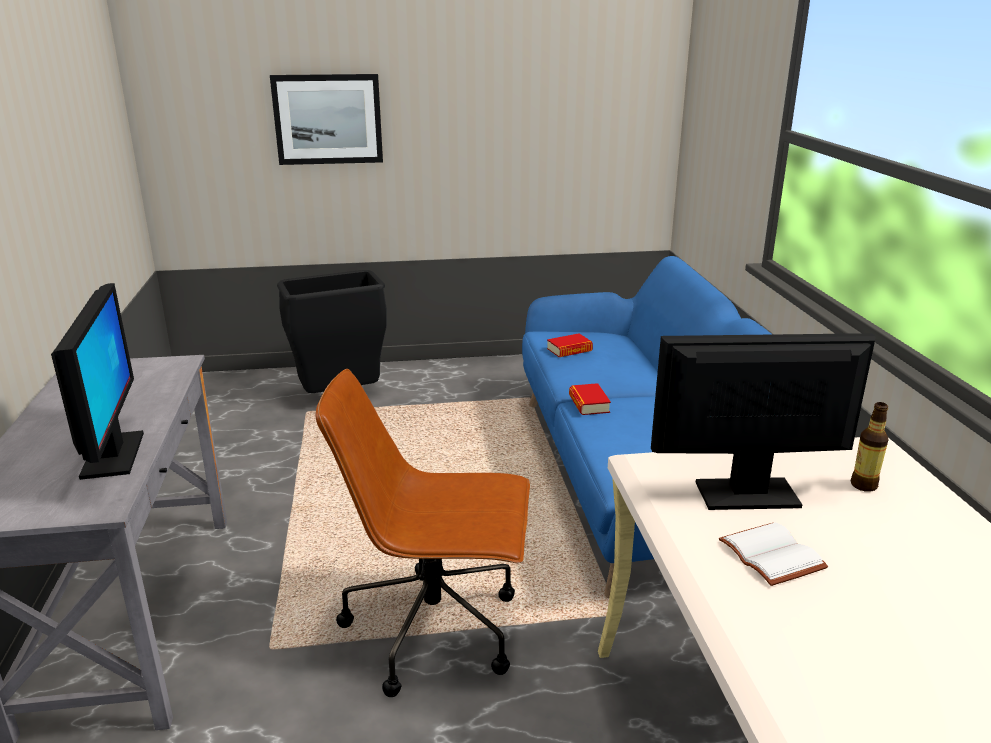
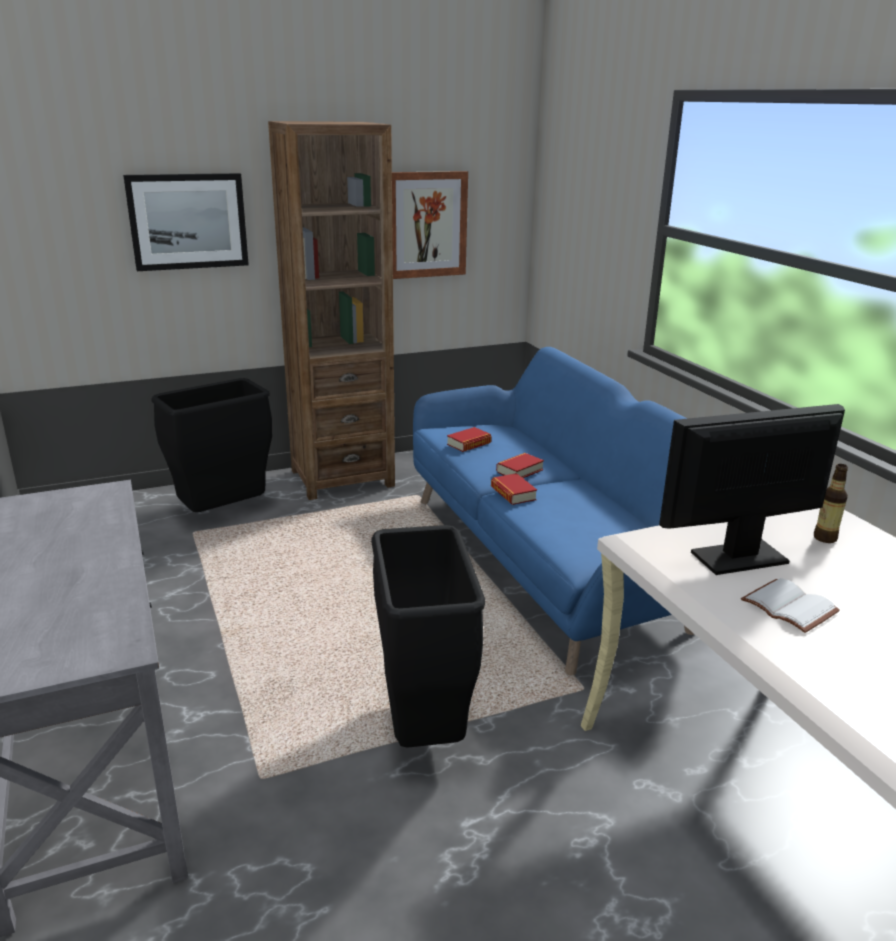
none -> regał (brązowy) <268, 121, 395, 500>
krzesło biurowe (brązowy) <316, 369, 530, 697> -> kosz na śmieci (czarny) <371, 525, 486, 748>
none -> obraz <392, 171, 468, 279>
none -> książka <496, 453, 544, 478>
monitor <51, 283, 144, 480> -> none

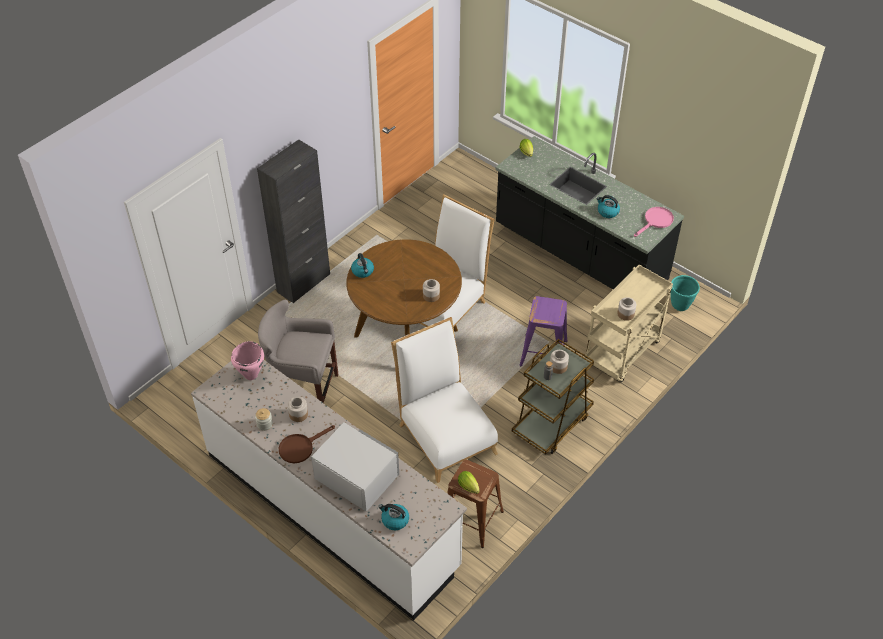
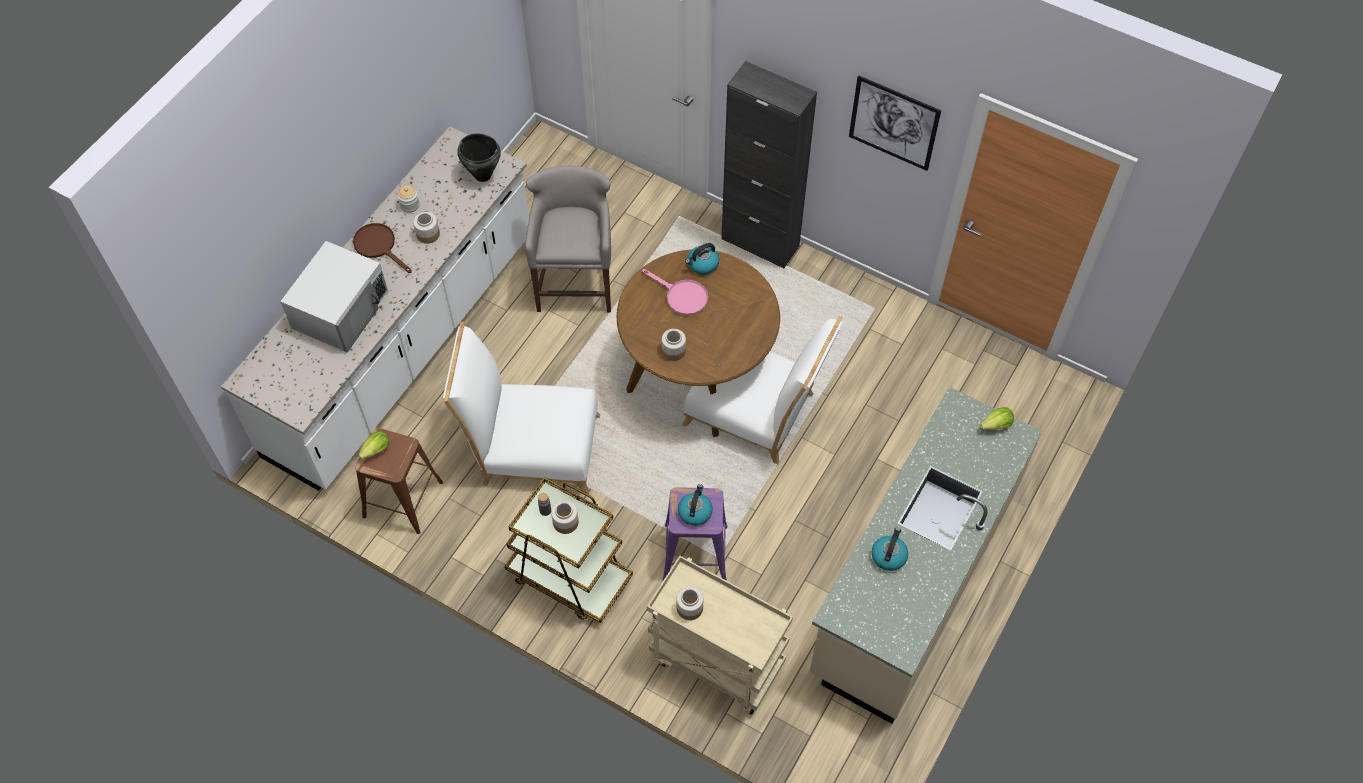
krzesło (biały) <391, 317, 498, 483> -> krzesło (biały) <443, 322, 600, 494>, 135 degrees counterclockwise
garnek (różowy) <231, 341, 264, 380> -> garnek (czarny) <458, 133, 501, 182>
patelnia (różowy) <634, 207, 674, 237> -> patelnia (różowy) <642, 269, 708, 315>, shifted
czajnik <378, 504, 409, 530> -> czajnik <678, 484, 713, 526>, shifted
zabudowa kuchenna (czarny) <495, 136, 684, 289> -> zabudowa kuchenna (beżowy) <809, 387, 1043, 724>
none -> obraz <849, 75, 941, 171>
donica (turkusowy) <670, 275, 700, 311> -> none

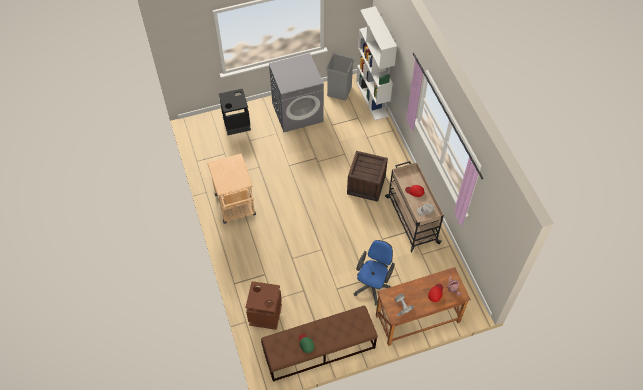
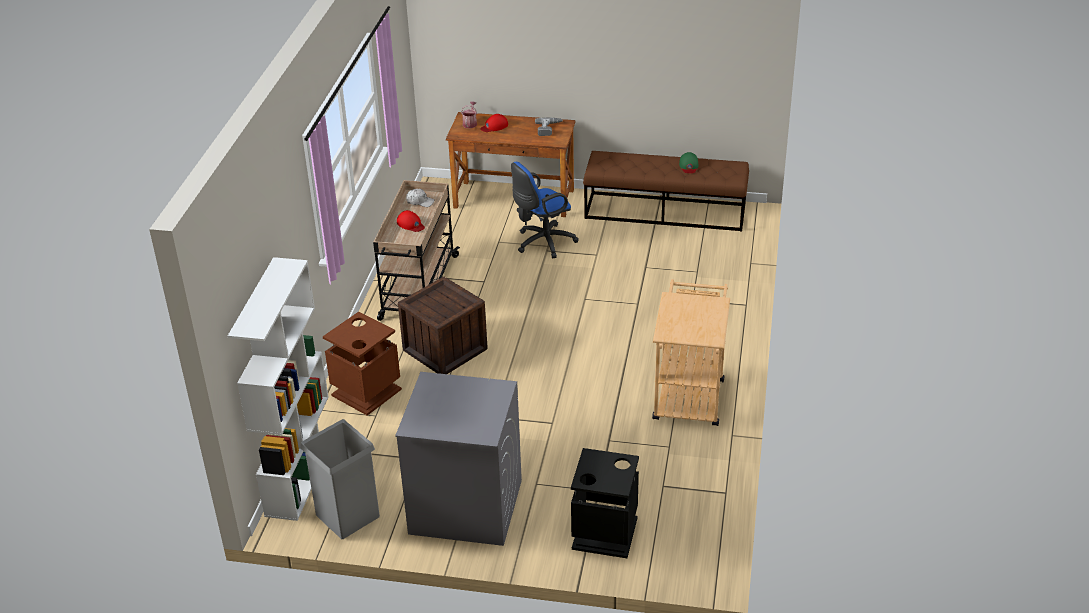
kosz na śmieci (brązowy) <245, 281, 282, 330> -> kosz na śmieci (brązowy) <323, 312, 402, 416>, shifted

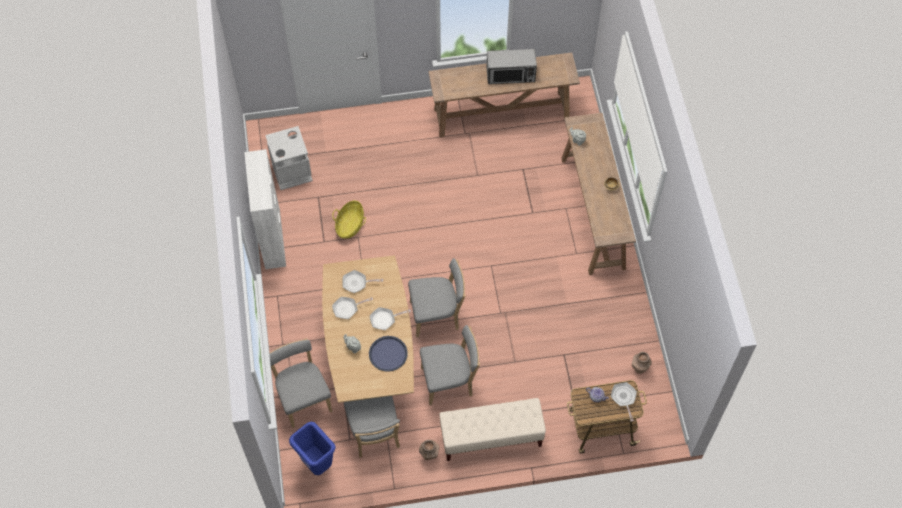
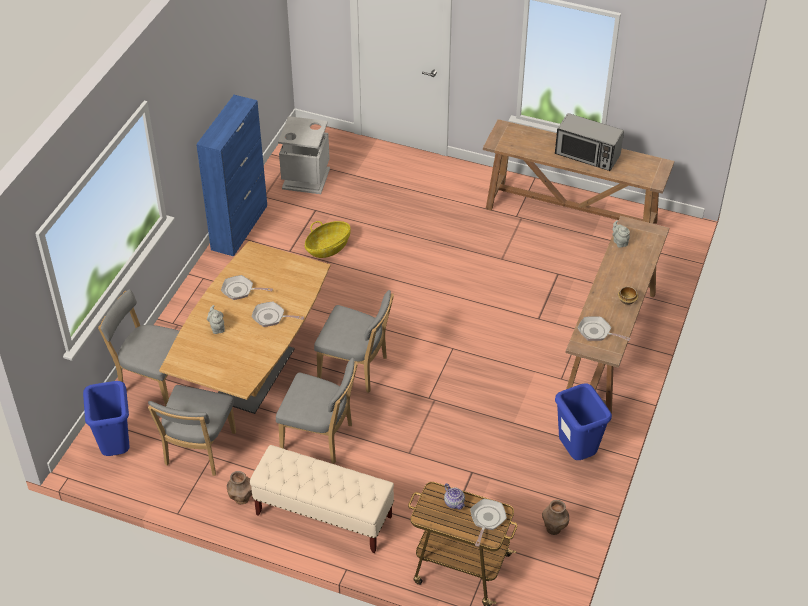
krzesło (szary) <269, 338, 332, 428> -> krzesło (szary) <98, 289, 179, 406>, 75 degrees counterclockwise
szafka (biały) <244, 149, 286, 269> -> szafka (niebieski) <196, 95, 267, 257>
none -> kosz na śmieci (niebieski) <555, 384, 612, 460>
patelnia <342, 270, 383, 293> -> patelnia <578, 316, 631, 341>, shifted
taca (niebieski) <369, 336, 408, 372> -> none

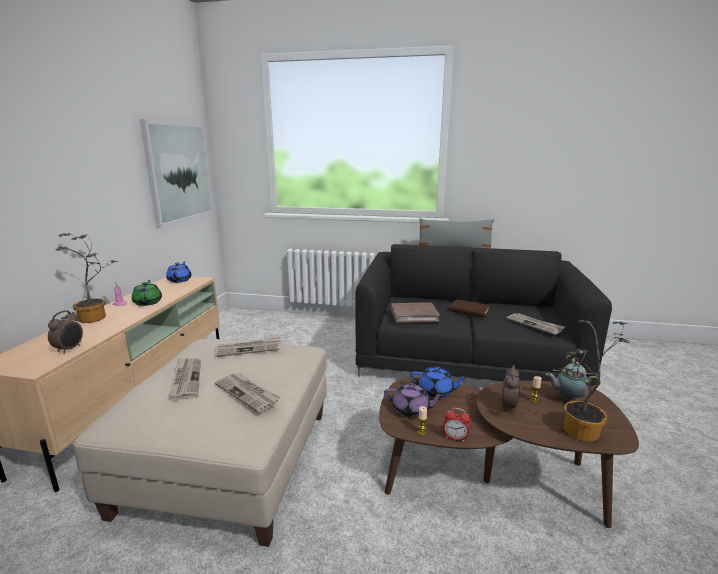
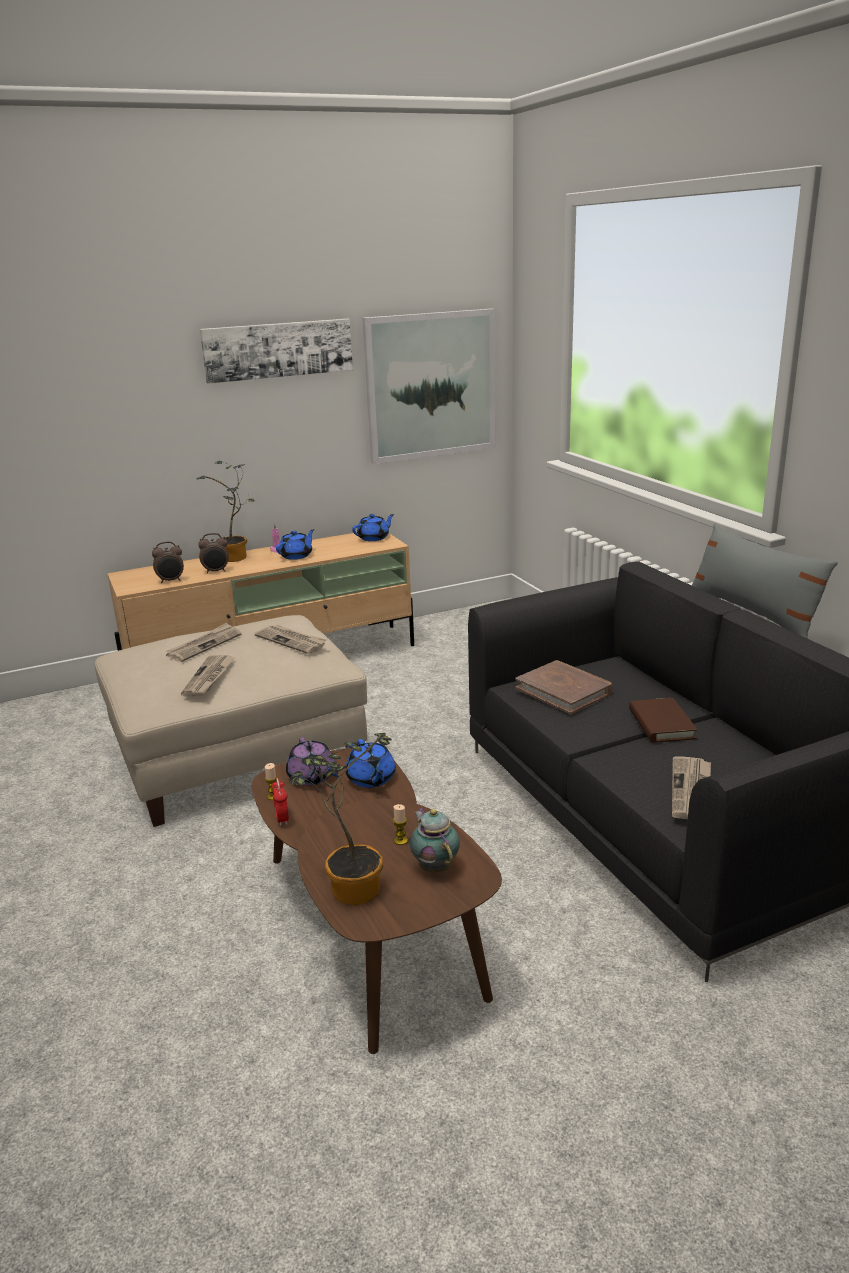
budzik <501, 365, 520, 413> -> budzik <198, 533, 229, 574>, shifted
none -> obraz <200, 319, 353, 384>
imbryk (zielony) <132, 280, 162, 306> -> imbryk (niebieski) <276, 529, 315, 560>

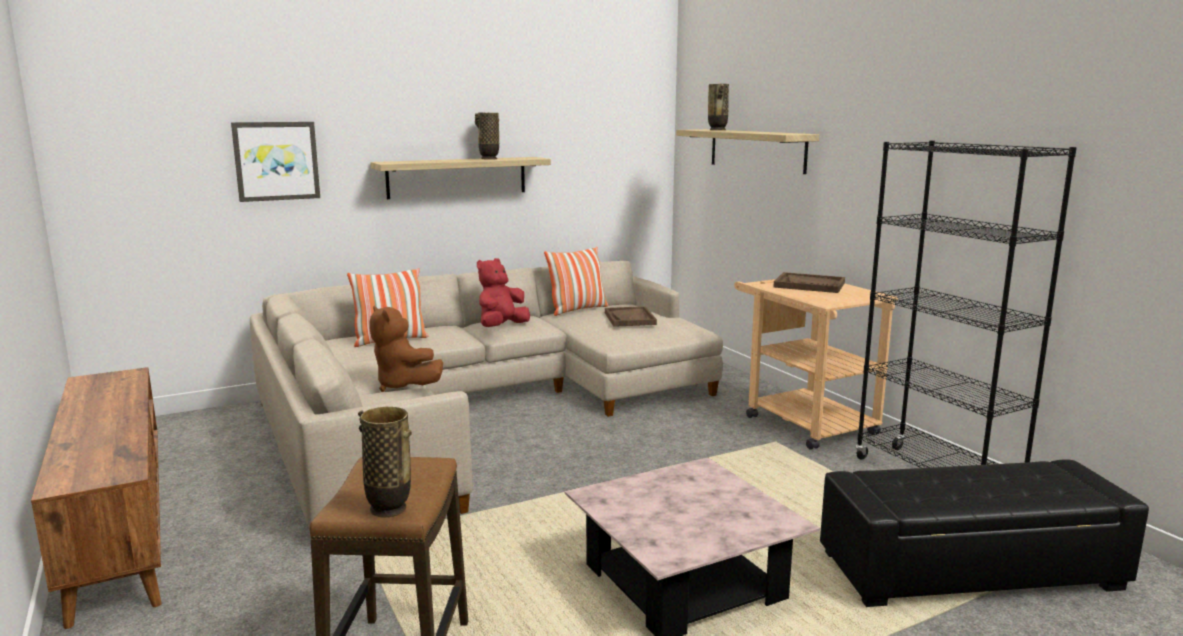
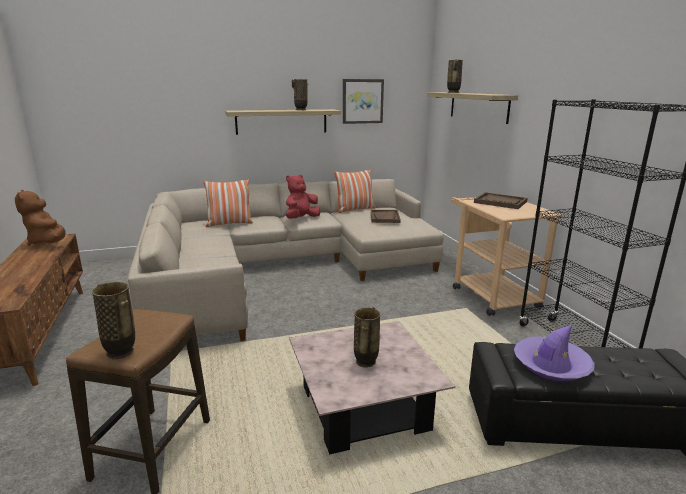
pluszak (brązowy) <369, 306, 443, 392> -> pluszak (brązowy) <15, 190, 66, 246>, shifted
obraz <231, 122, 320, 202> -> obraz <343, 79, 384, 124>, shifted
none -> wazon <354, 307, 380, 368>
none -> kapelusz (fioletowy) <514, 325, 595, 381>

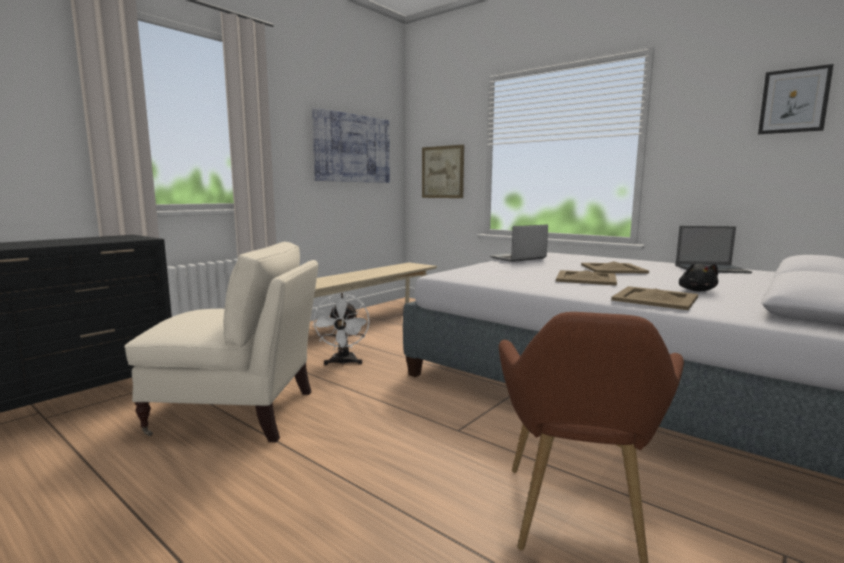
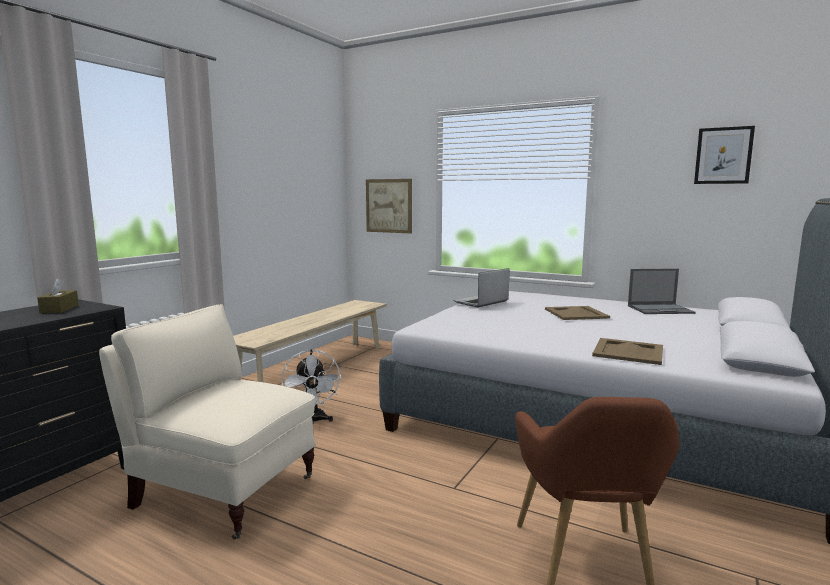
none -> pudełko chusteczek (brązowy) <37, 278, 79, 314>
fotel (beżowy) <124, 242, 318, 442> -> fotel (beżowy) <99, 304, 315, 540>, 150 degrees counterclockwise
obraz <312, 108, 390, 183> -> none
taca (beżowy) <556, 270, 617, 286> -> none
pluszak (czarny) <679, 263, 718, 292> -> none

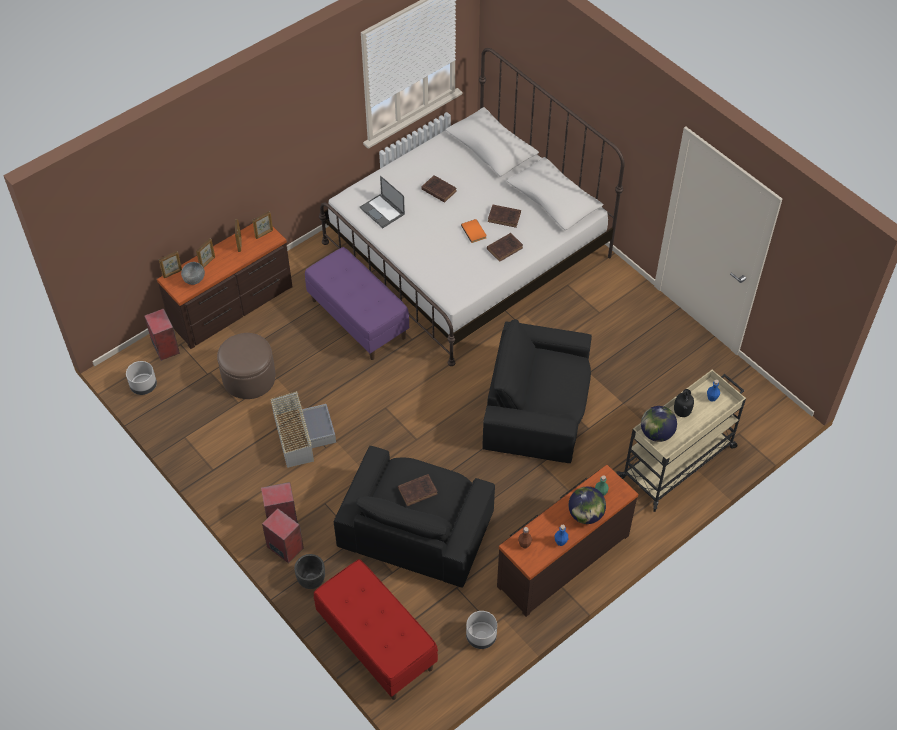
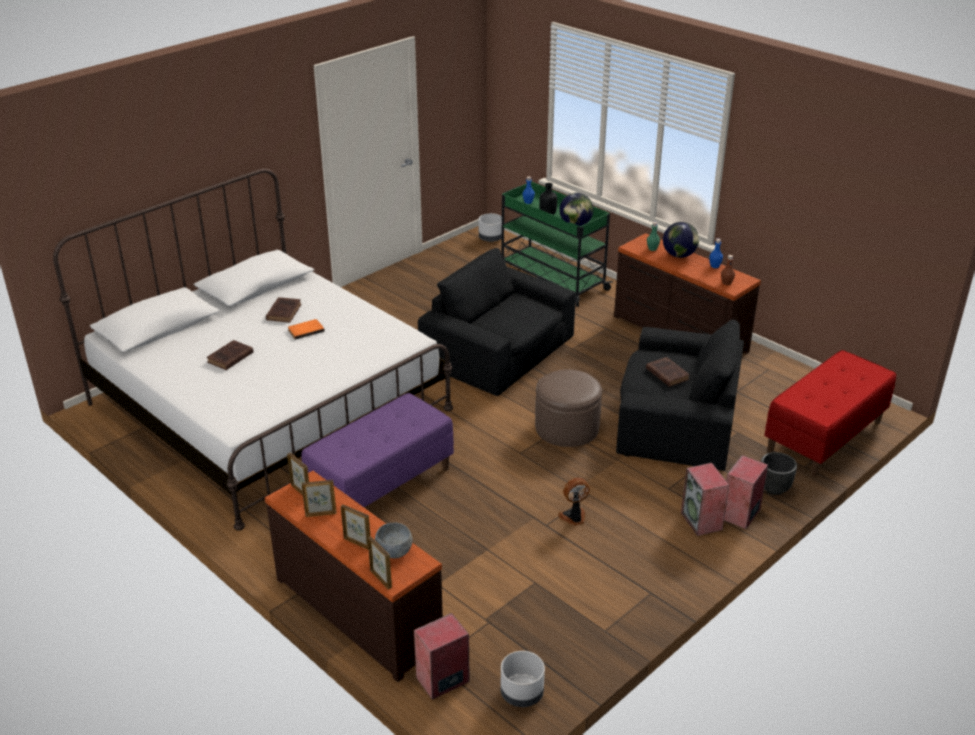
fotel (czarny) <482, 319, 592, 463> -> fotel (czarny) <418, 248, 576, 396>, 120 degrees clockwise
donica (szary) <466, 611, 497, 649> -> donica (szary) <479, 213, 502, 242>, shifted
wózek (beżowy) <616, 370, 746, 512> -> wózek (zielony) <501, 181, 613, 307>
pufa (brązowy) <217, 333, 275, 399> -> pufa (brązowy) <535, 370, 602, 447>, shifted
pojemnik do przechowywania (szary) <270, 391, 336, 468> -> wentylator <558, 478, 590, 526>
laptop <360, 176, 405, 228> -> none
książka (brązowy) <487, 233, 523, 262> -> none

